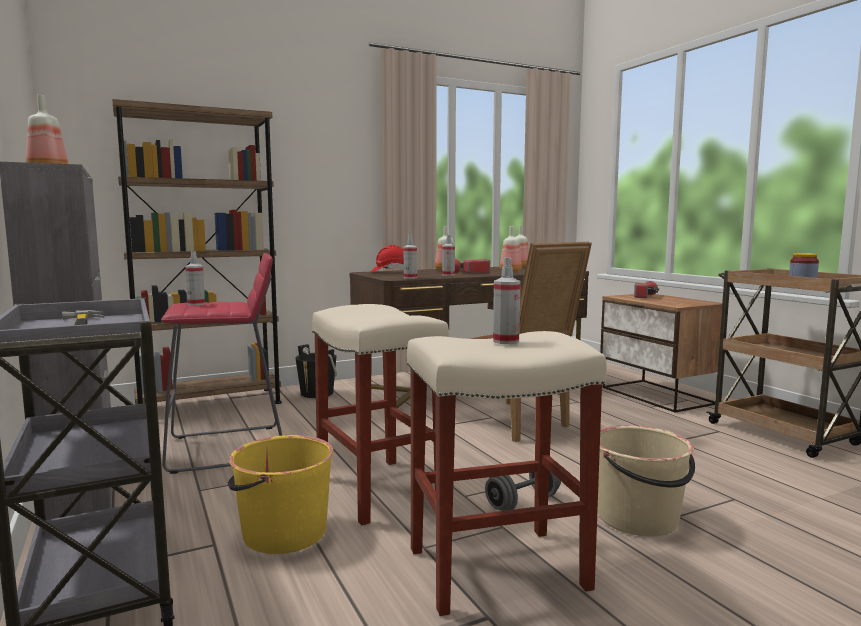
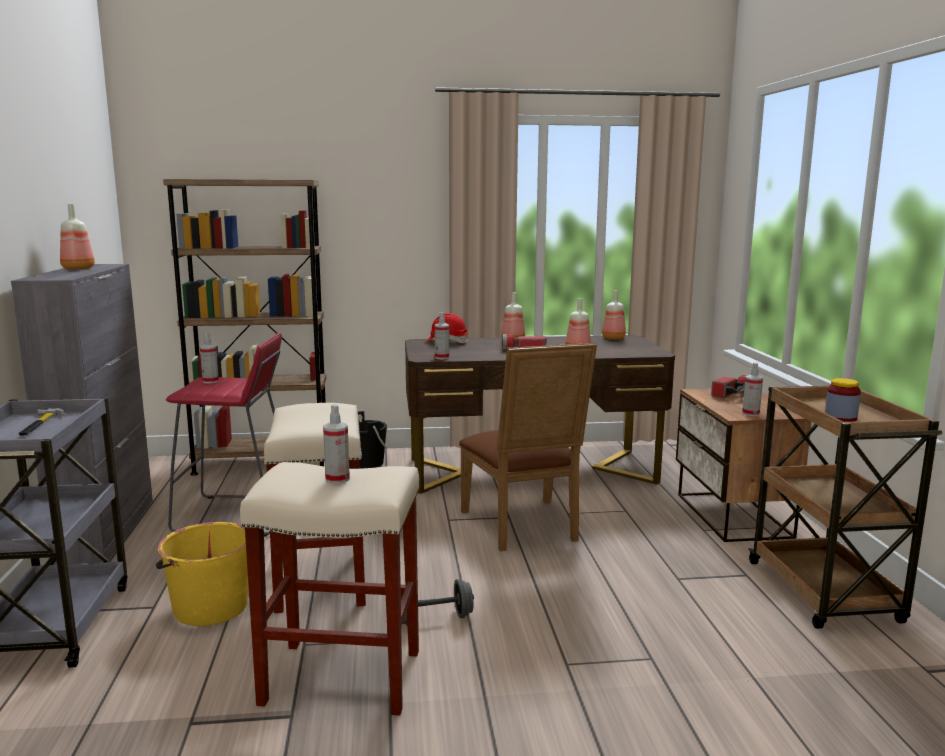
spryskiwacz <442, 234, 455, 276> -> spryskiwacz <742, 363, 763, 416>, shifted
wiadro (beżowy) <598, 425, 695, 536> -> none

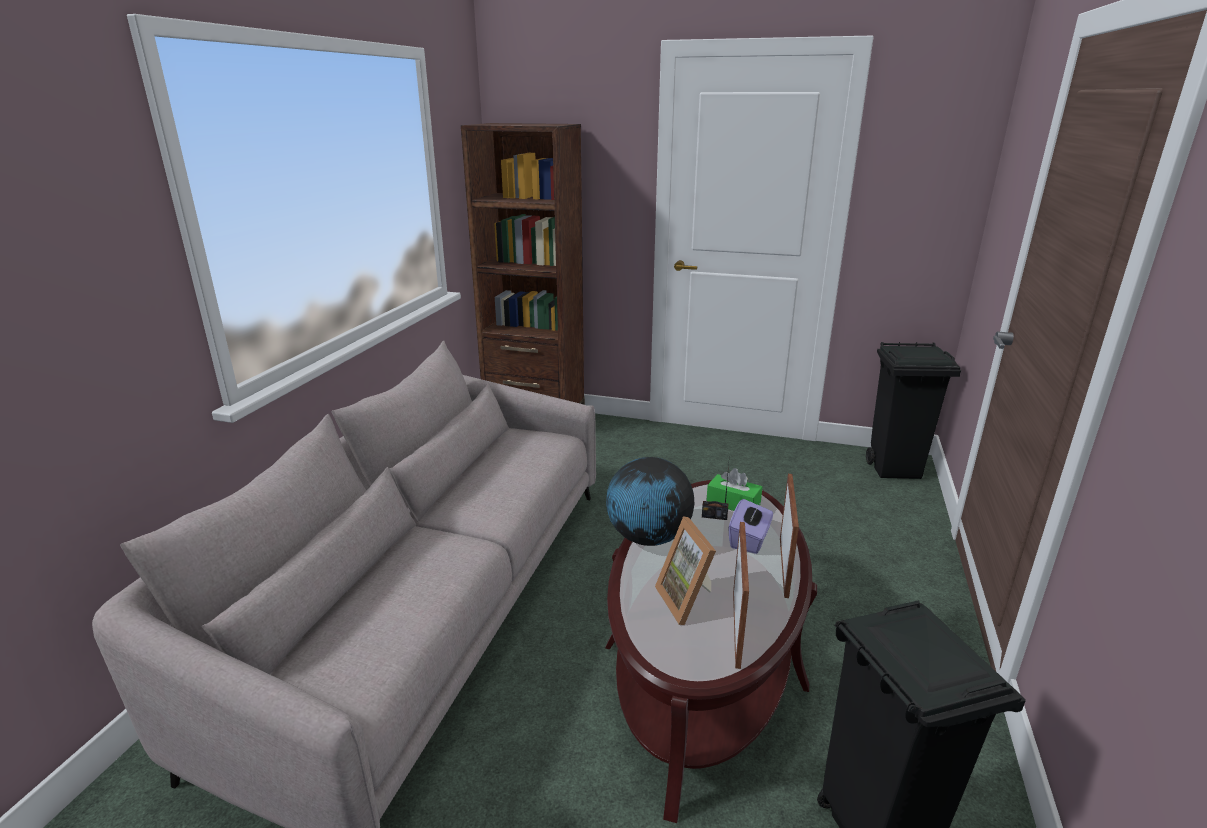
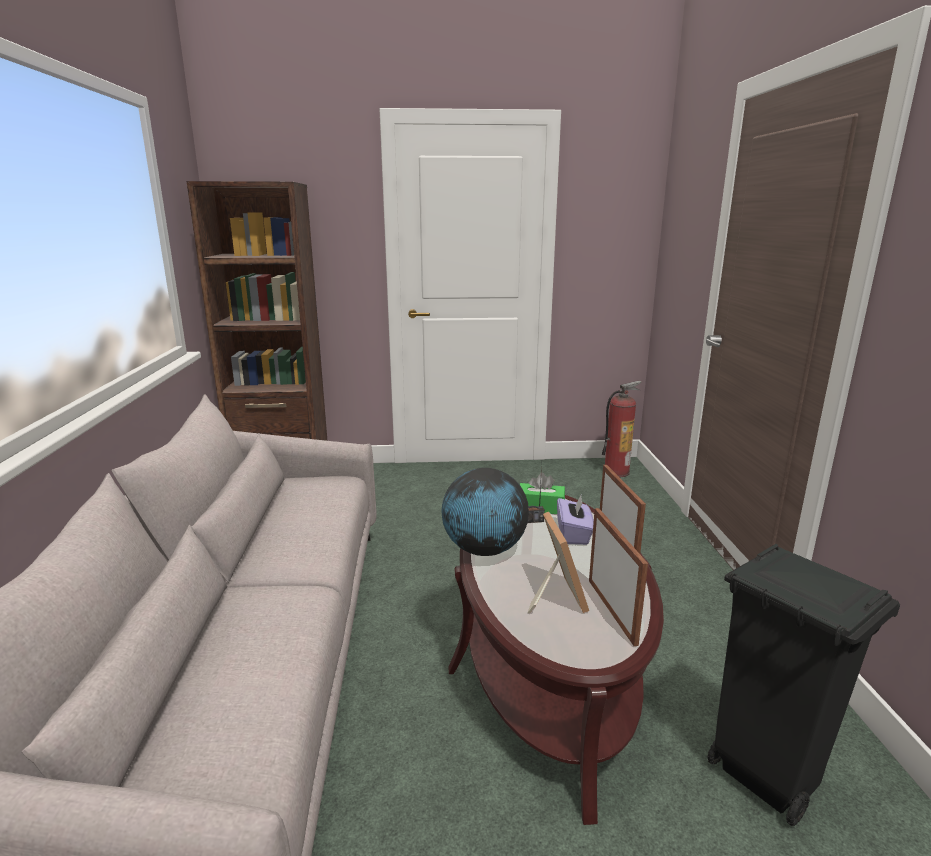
ramka na zdjęcie <655, 517, 716, 625> -> ramka na zdjęcie <528, 512, 589, 613>, 150 degrees counterclockwise
kosz na śmieci (czarny) <866, 342, 961, 479> -> gaśnica <602, 381, 642, 477>

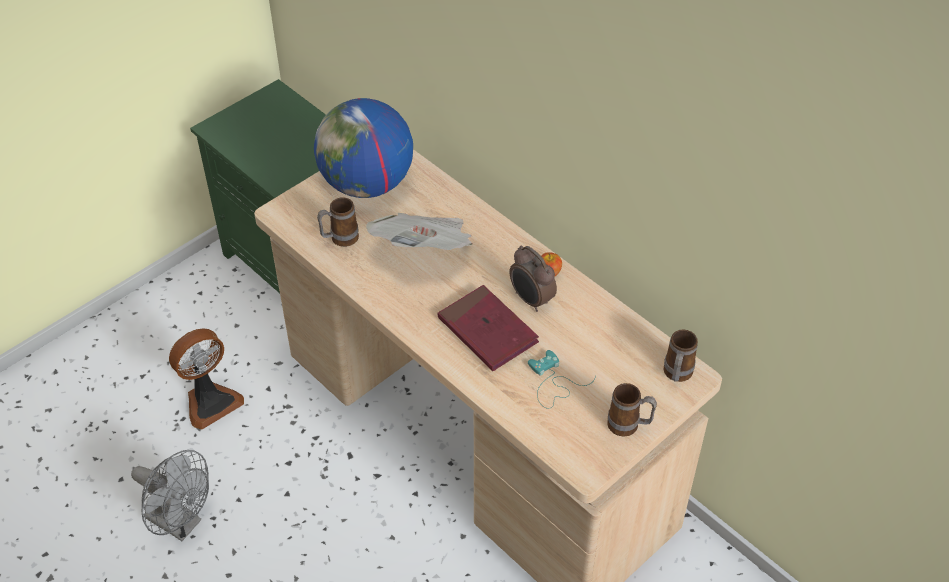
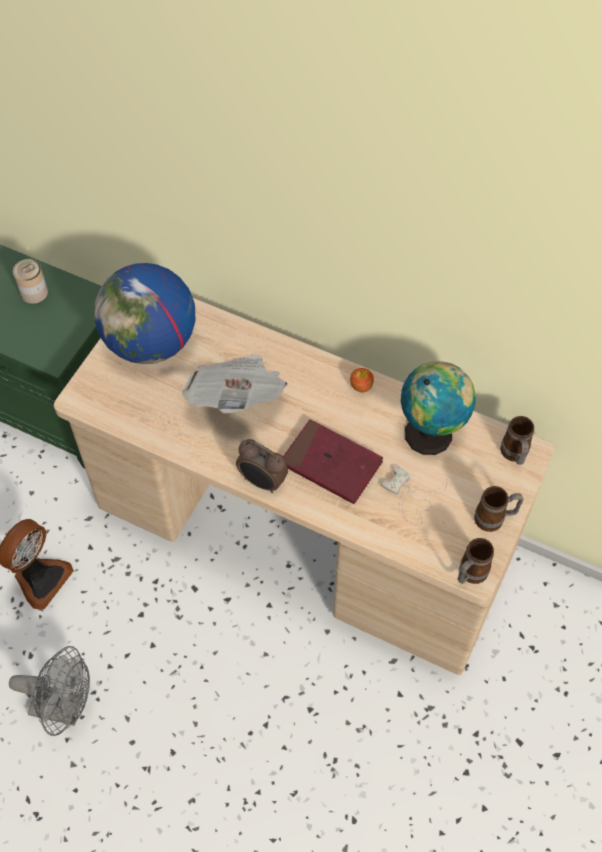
none -> puszka <13, 259, 48, 304>
budzik <509, 245, 557, 312> -> budzik <236, 439, 288, 493>, shifted
pad do gier (turkusowy) <528, 350, 596, 409> -> pad do gier (biały) <381, 467, 447, 526>
none -> globus <401, 361, 476, 455>
kubek <317, 197, 359, 247> -> kubek <458, 538, 494, 584>, shifted

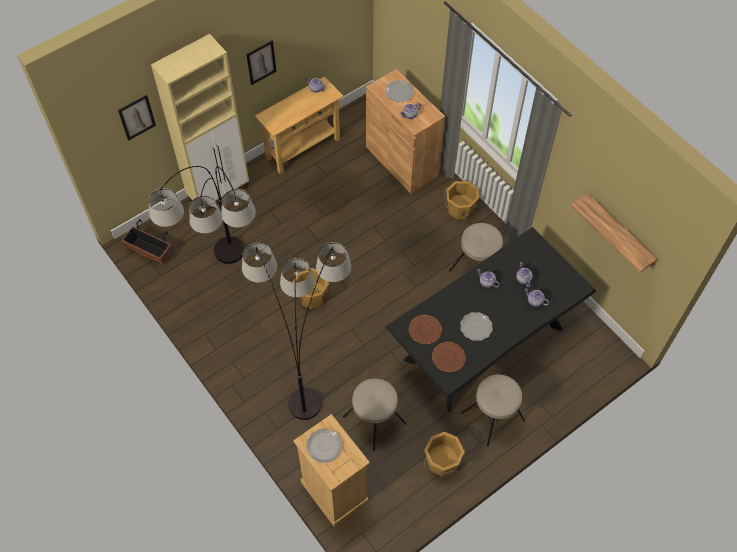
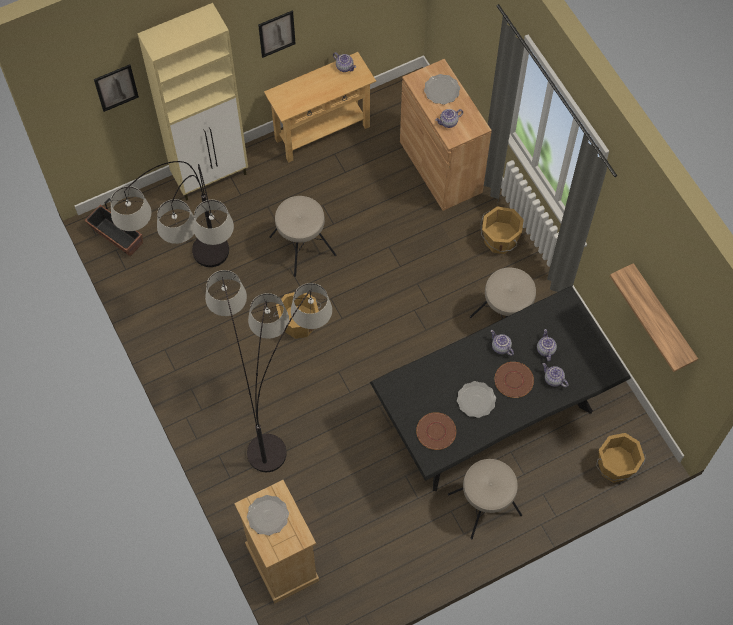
stołek (beżowy) <343, 379, 407, 451> -> stołek (beżowy) <269, 196, 336, 277>, shifted
talerz (brązowy) <409, 315, 442, 344> -> talerz (brązowy) <495, 362, 534, 398>, shifted
wiadro (pomarańczowy) <424, 432, 465, 476> -> wiadro (pomarańczowy) <596, 433, 646, 483>, shifted

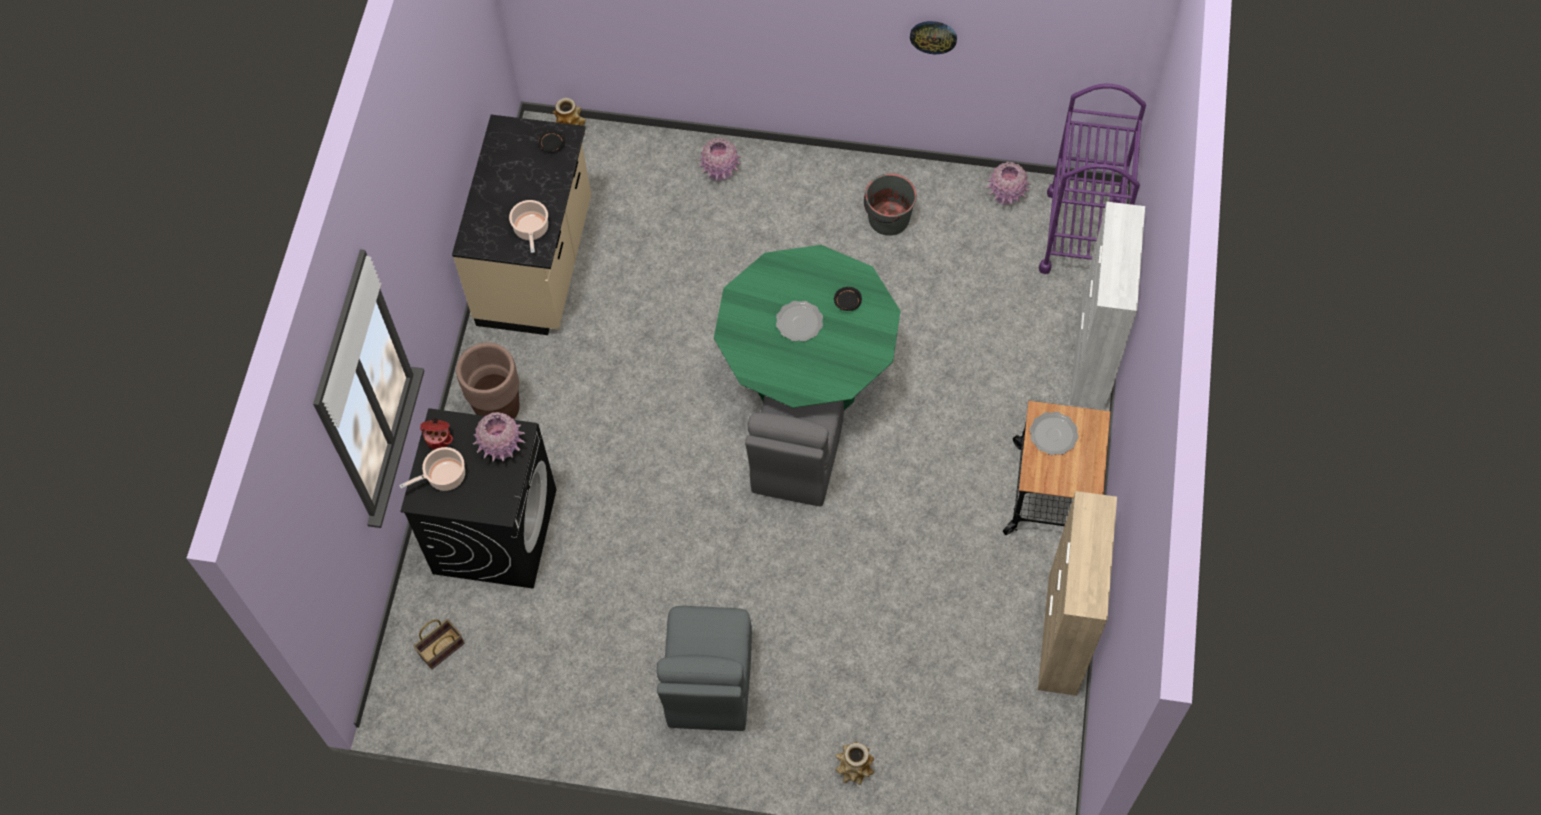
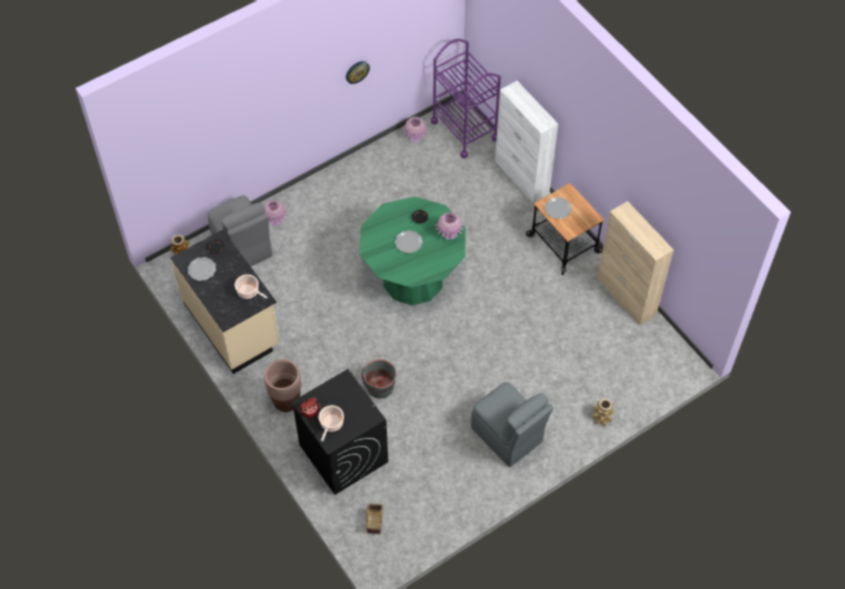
none -> talerz <188, 257, 216, 281>
krzesło (szary) <745, 396, 844, 507> -> krzesło (szary) <208, 195, 272, 267>, shifted
wiadro (szary) <864, 173, 917, 236> -> wiadro (szary) <362, 359, 397, 399>, shifted
wazon (różowy) <473, 412, 525, 462> -> wazon (różowy) <435, 212, 464, 240>, shifted

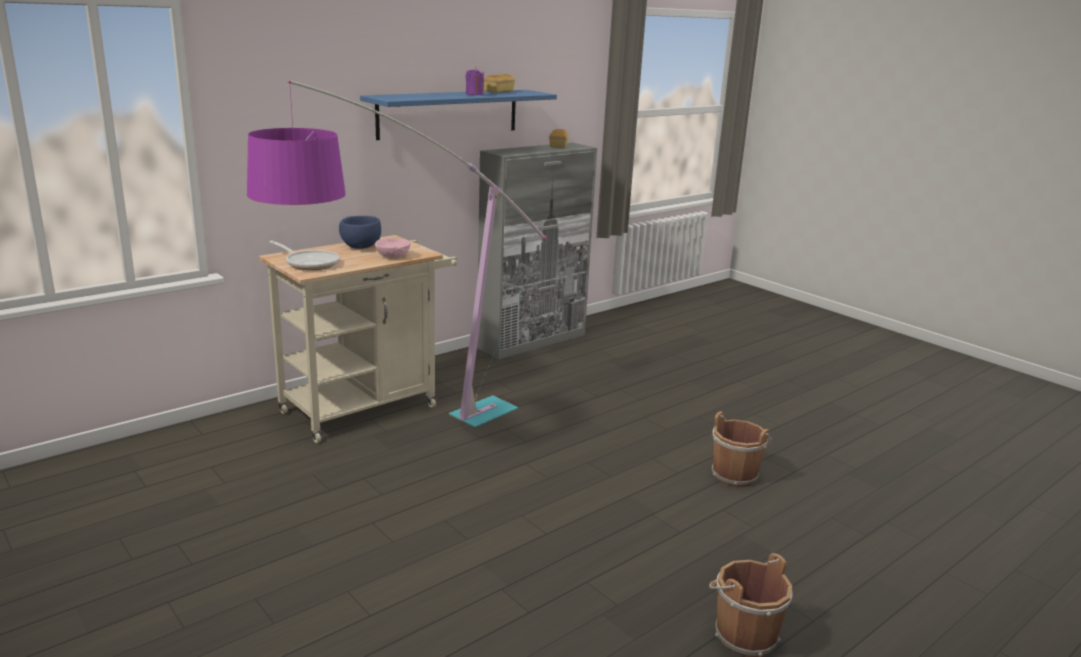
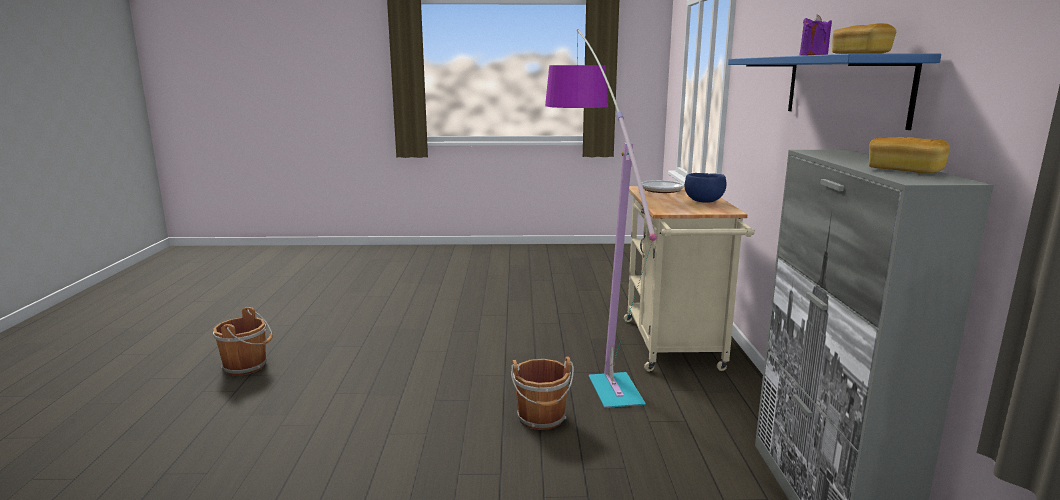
wiadro (brązowy) <712, 411, 772, 487> -> wiadro (brązowy) <511, 357, 574, 430>, shifted
miska (różowy) <375, 238, 411, 258> -> none

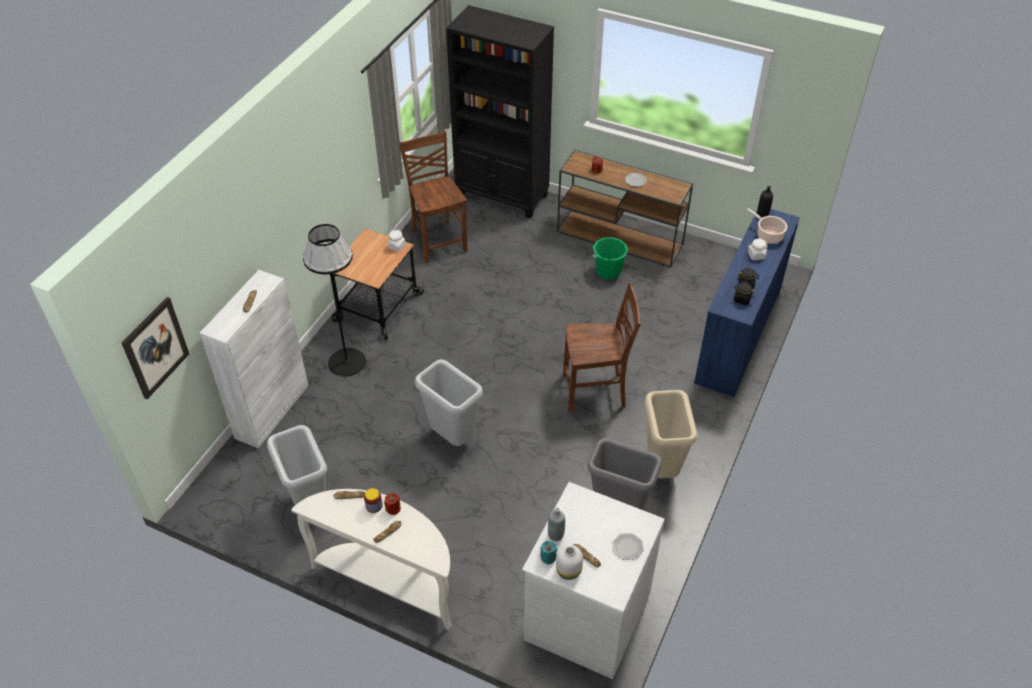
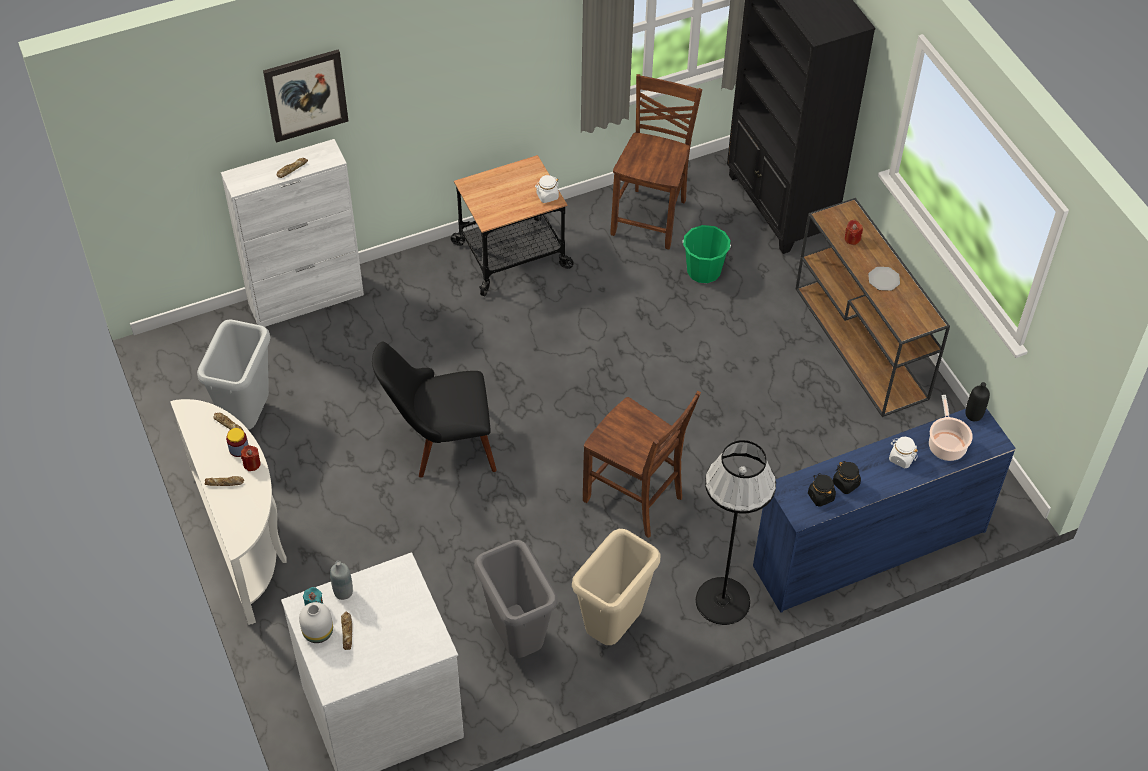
obraz <122, 297, 189, 399> -> obraz <263, 49, 348, 143>, shifted
kosz na śmieci (szary) <415, 359, 483, 446> -> krzesło (czarny) <372, 342, 497, 478>
wiadro (zielony) <592, 237, 628, 280> -> wiadro (zielony) <682, 225, 731, 283>, shifted
lampa stojąca (czarny) <303, 224, 366, 377> -> lampa stojąca (czarny) <696, 440, 776, 625>, shifted
talerz <612, 533, 644, 560> -> none

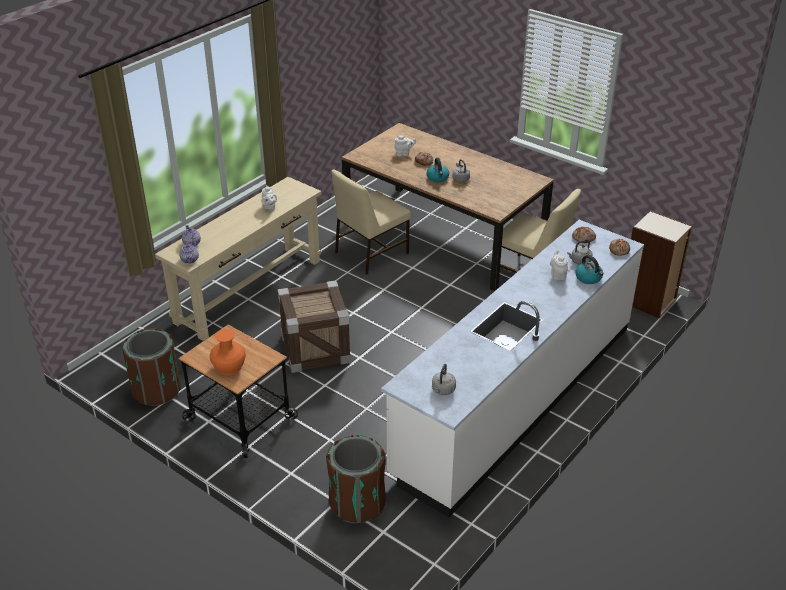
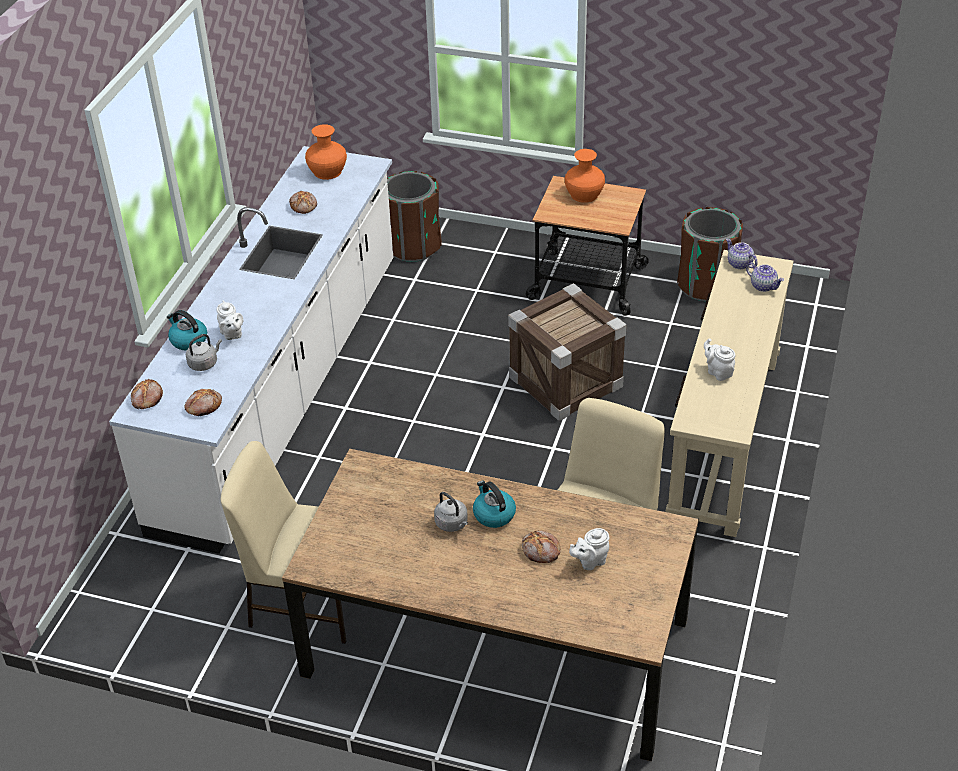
none -> chleb <289, 191, 317, 214>
czajnik (szary) <432, 364, 456, 395> -> wazon (pomarańczowy) <305, 124, 347, 180>
regał <631, 211, 692, 318> -> none

